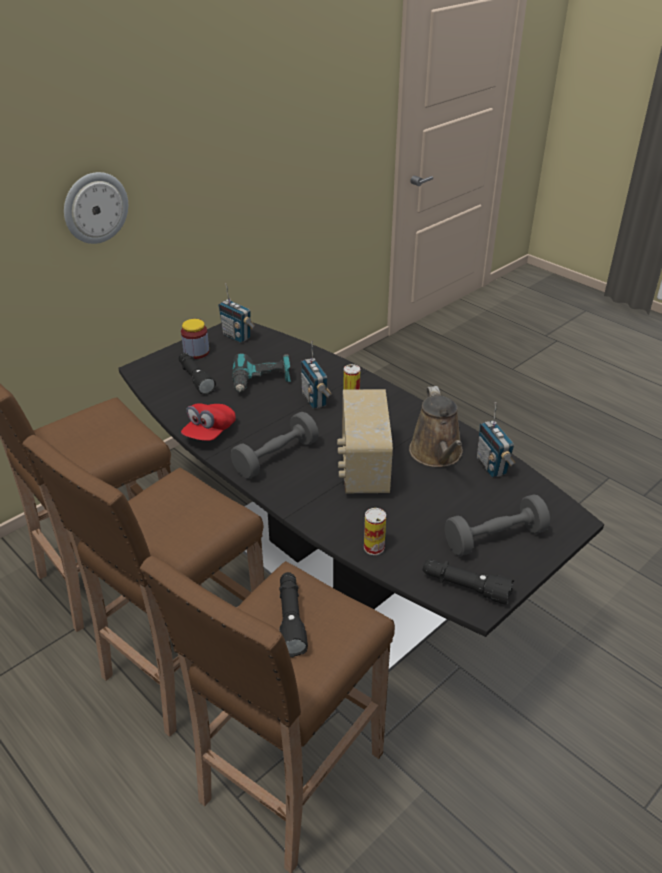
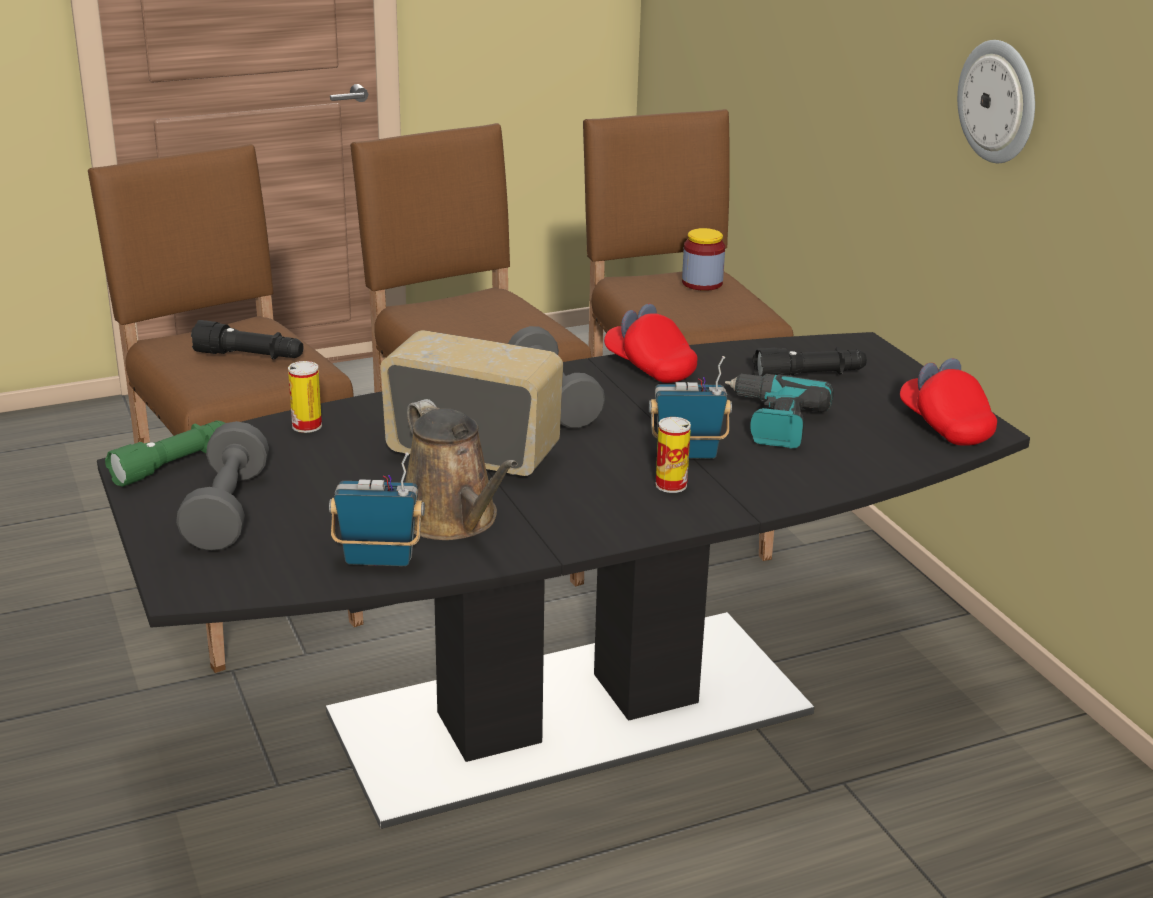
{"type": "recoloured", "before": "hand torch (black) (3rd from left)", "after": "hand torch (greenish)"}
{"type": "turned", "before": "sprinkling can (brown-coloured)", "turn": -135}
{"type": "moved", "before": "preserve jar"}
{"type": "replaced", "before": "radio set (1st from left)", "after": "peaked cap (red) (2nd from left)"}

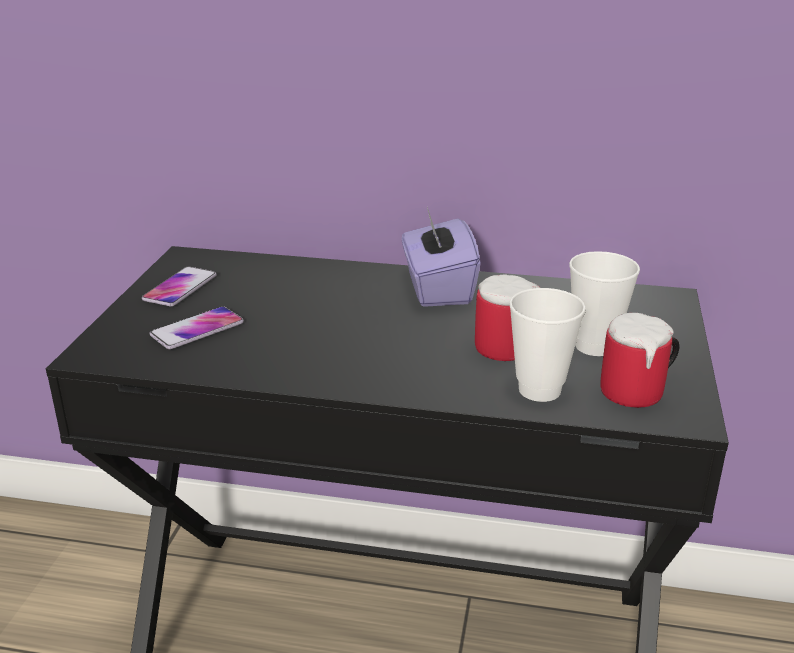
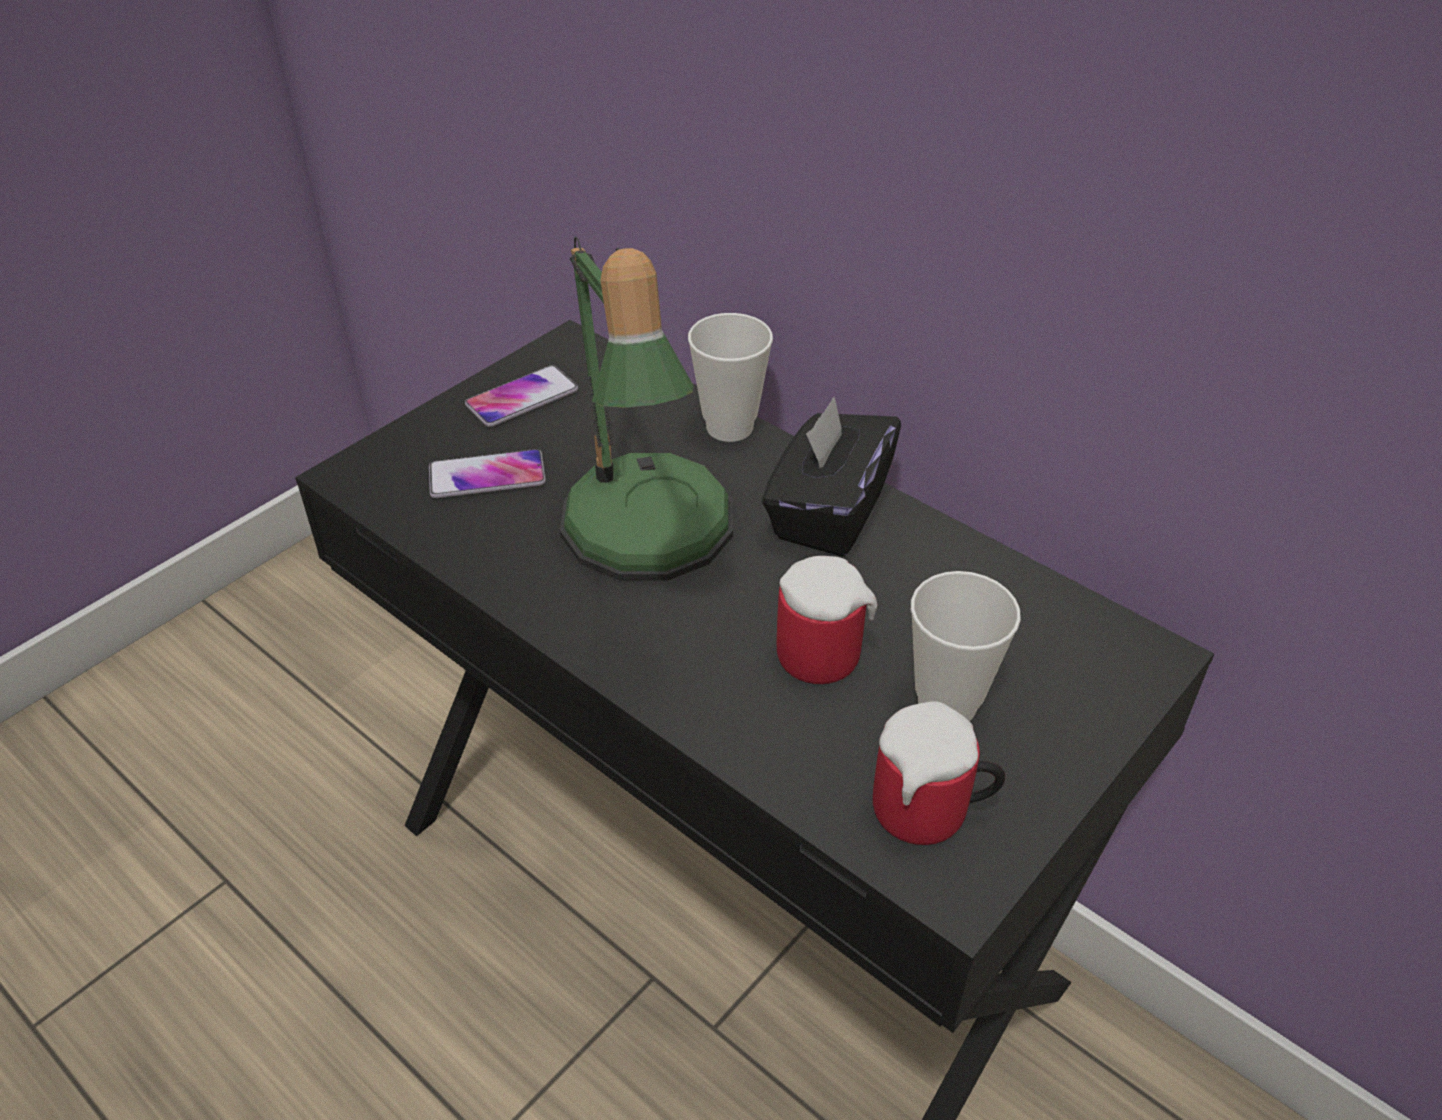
{"type": "added", "after": "tabletop lamp"}
{"type": "moved", "before": "small cup (1st from left)"}
{"type": "recoloured", "before": "tissue holder (purplish)", "after": "tissue holder (black)"}

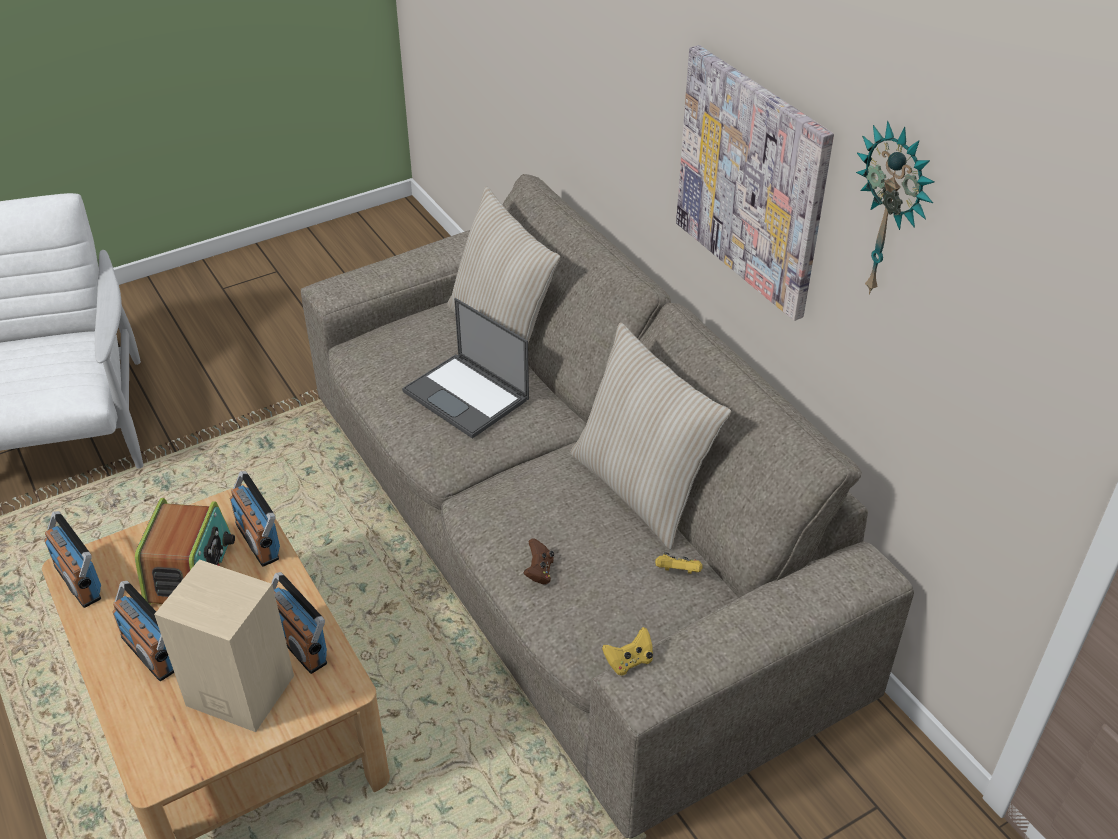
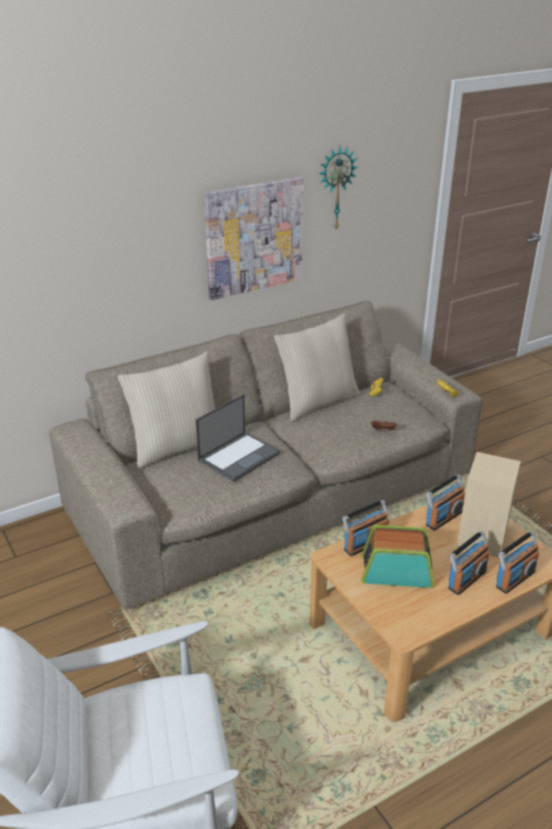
{"type": "moved", "before": "radio set (1st from left in the first image)", "after": "radio set (5th from left)"}

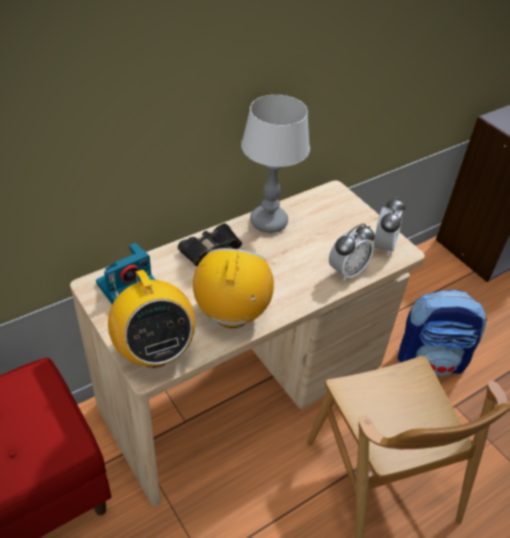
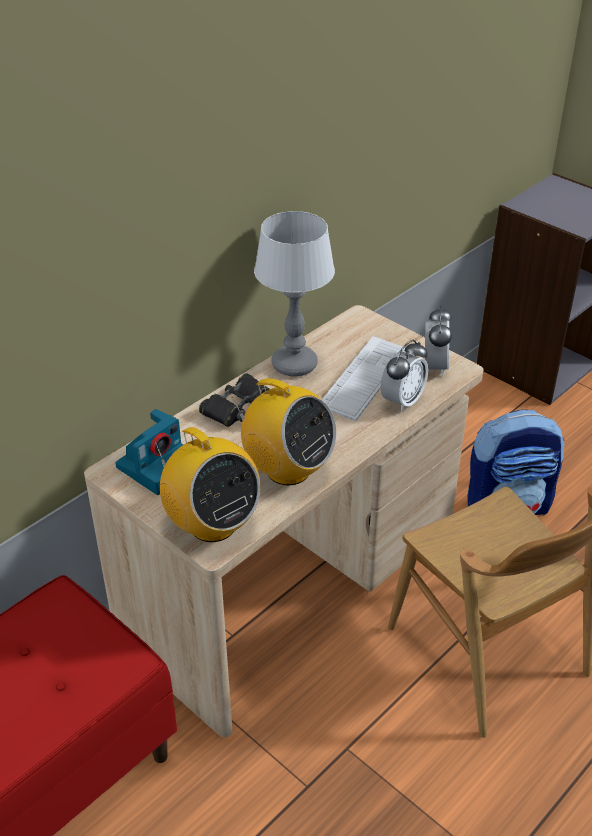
{"type": "turned", "before": "radio set (2nd from left)", "turn": 135}
{"type": "added", "after": "PC keyboard"}

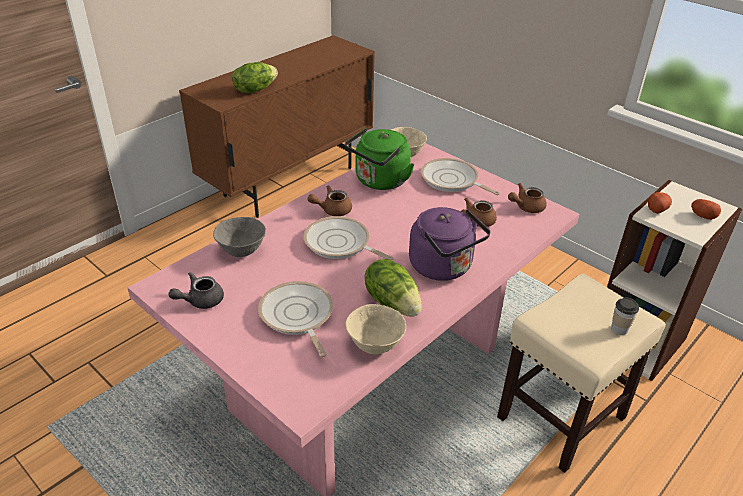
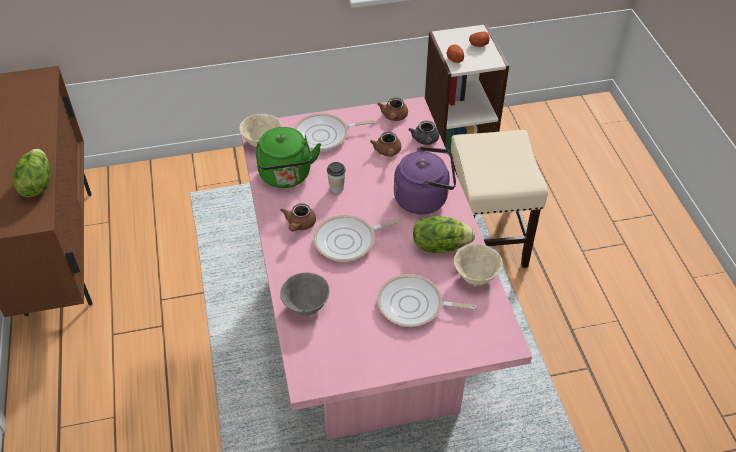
{"type": "moved", "before": "small cup"}
{"type": "moved", "before": "teapot (gray)"}

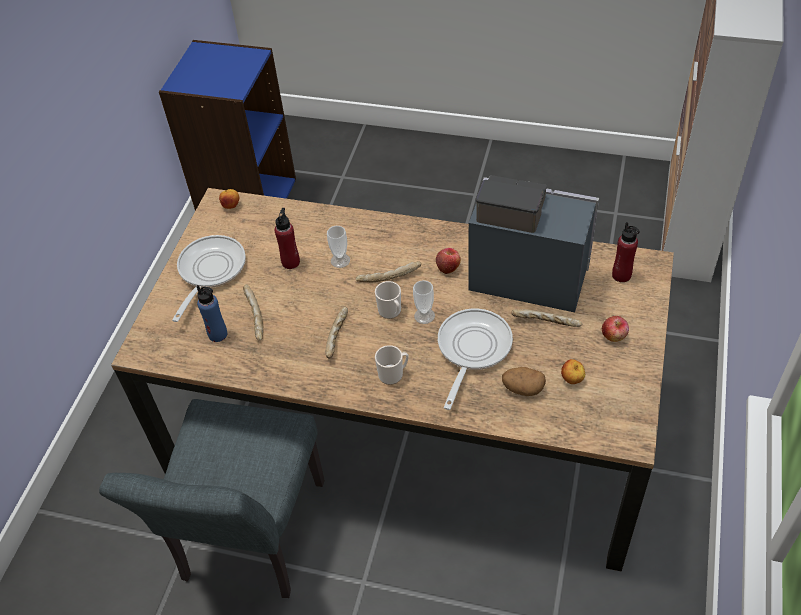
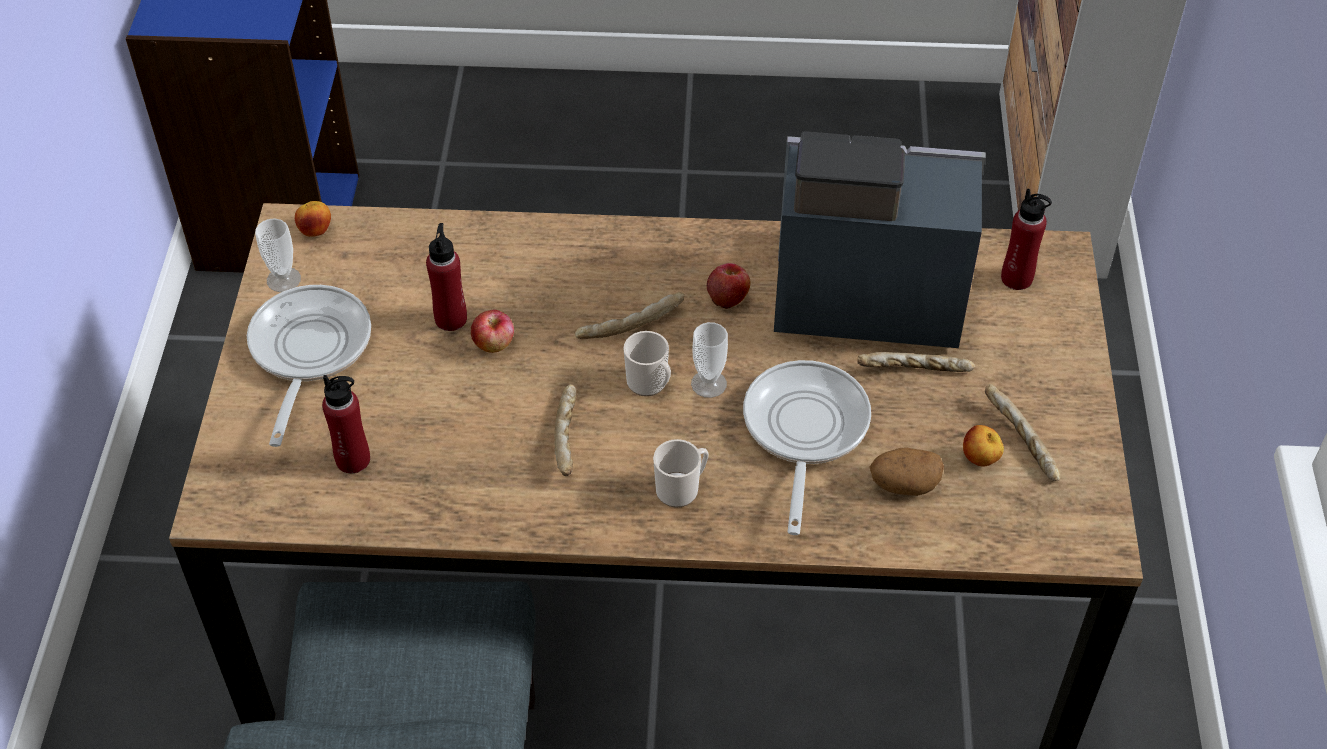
{"type": "moved", "before": "small cup (1st from left)"}
{"type": "recoloured", "before": "beverage bottle (bluish)", "after": "beverage bottle (red) (1st from left)"}
{"type": "moved", "before": "apple (4th from left in the first image)", "after": "apple (2nd from left)"}
{"type": "moved", "before": "bread (1st from left in the first image)", "after": "bread (4th from left)"}

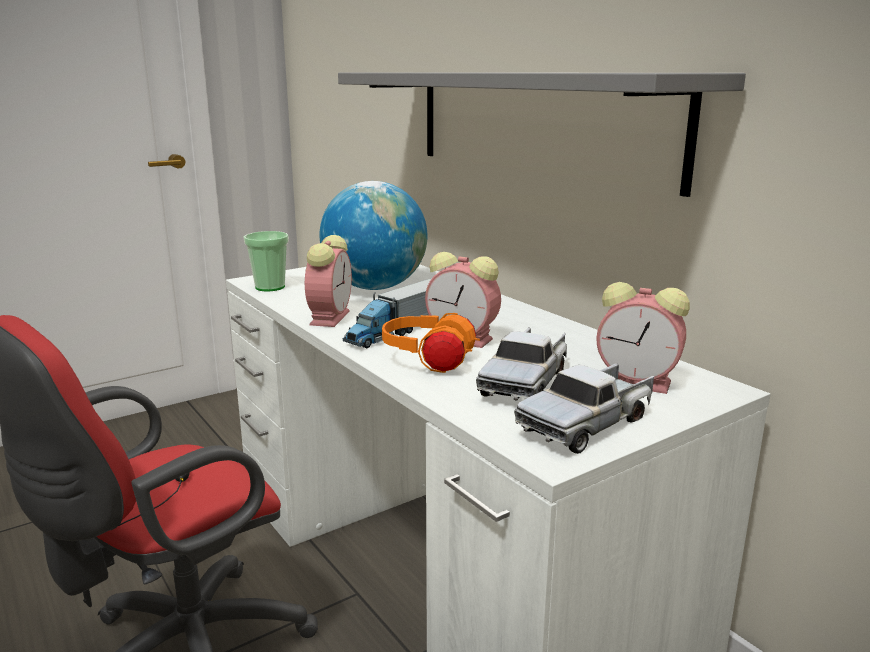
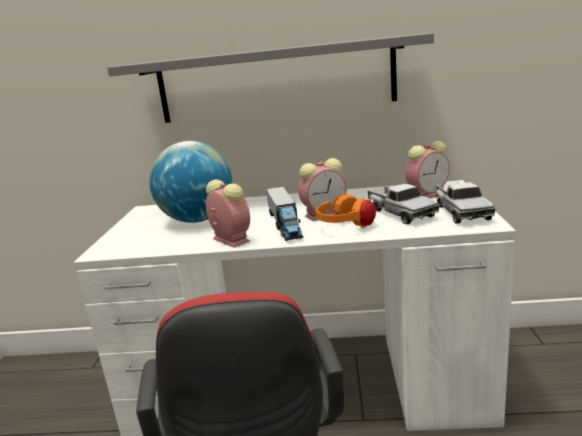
{"type": "removed", "before": "small cup"}

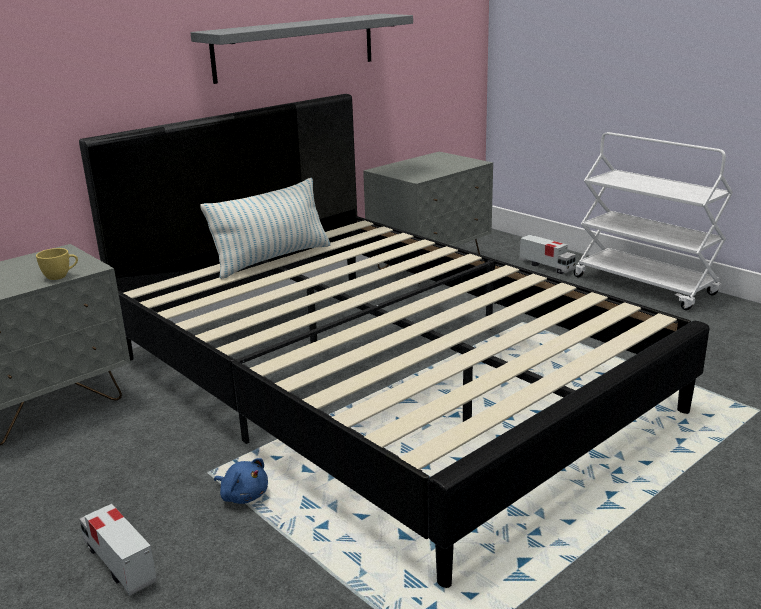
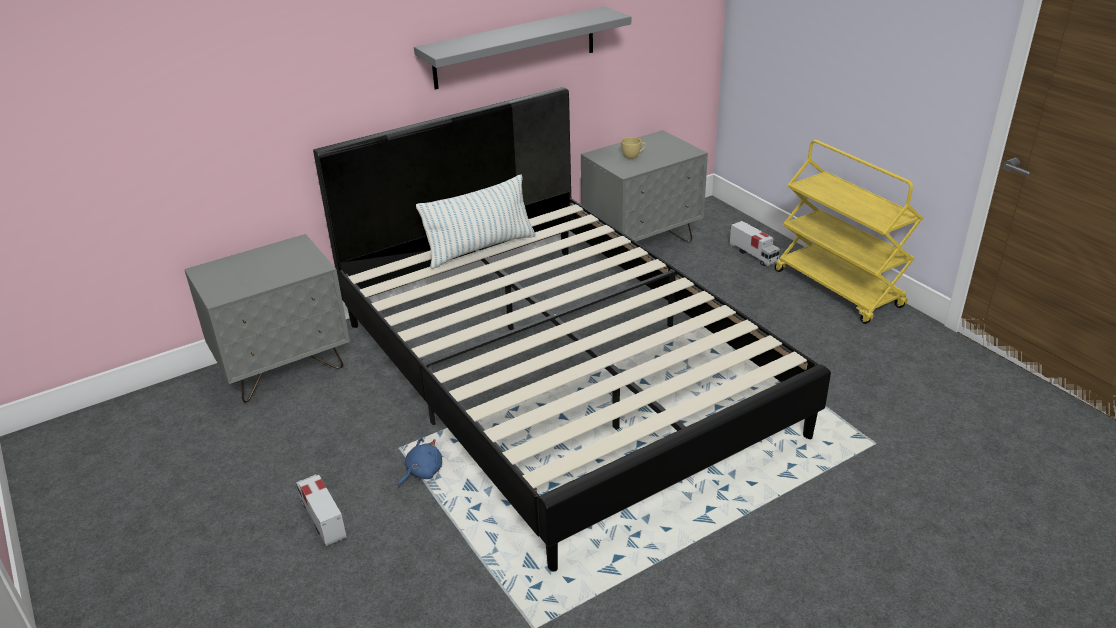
{"type": "turned", "before": "soft toy (bluish)", "turn": -90}
{"type": "moved", "before": "small cup (yellow-coloured)"}
{"type": "recoloured", "before": "cart (white-coloured)", "after": "cart (yellow-coloured)"}

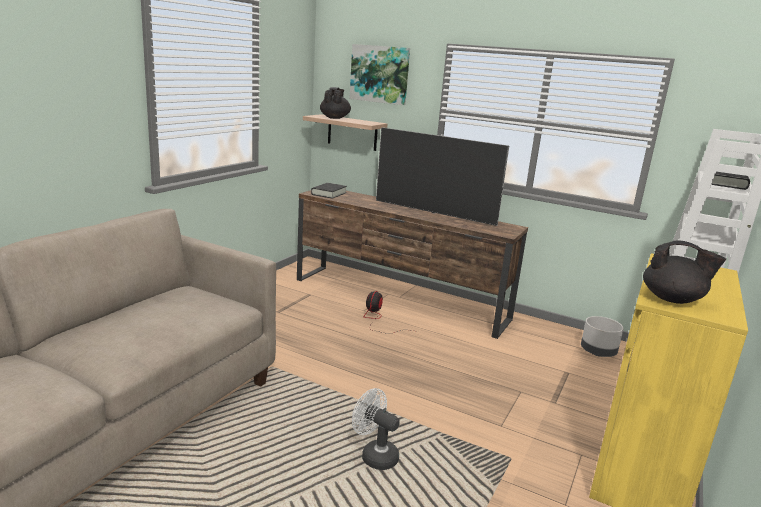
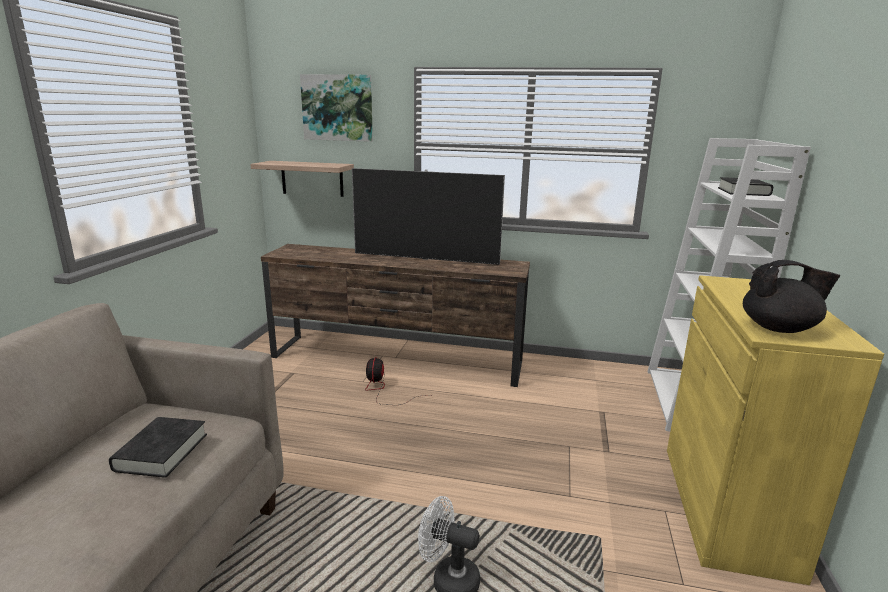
{"type": "moved", "before": "volume (black) (1st from left)"}
{"type": "removed", "before": "teapot (black) (1st from left)"}
{"type": "removed", "before": "planter (gray)"}

